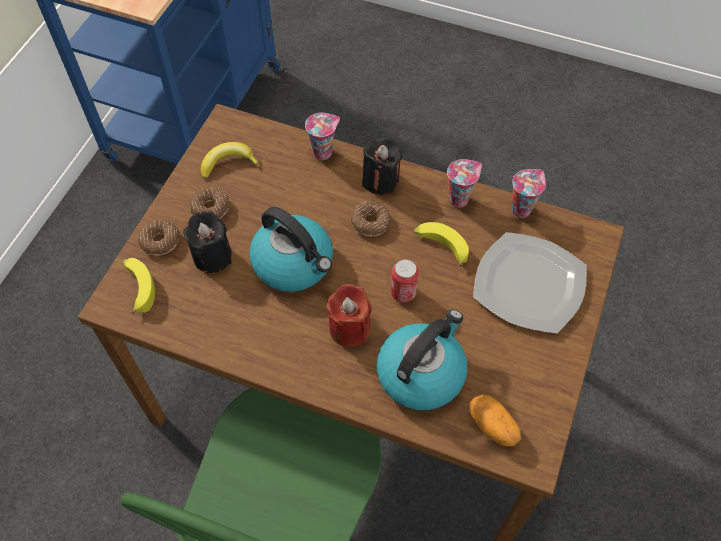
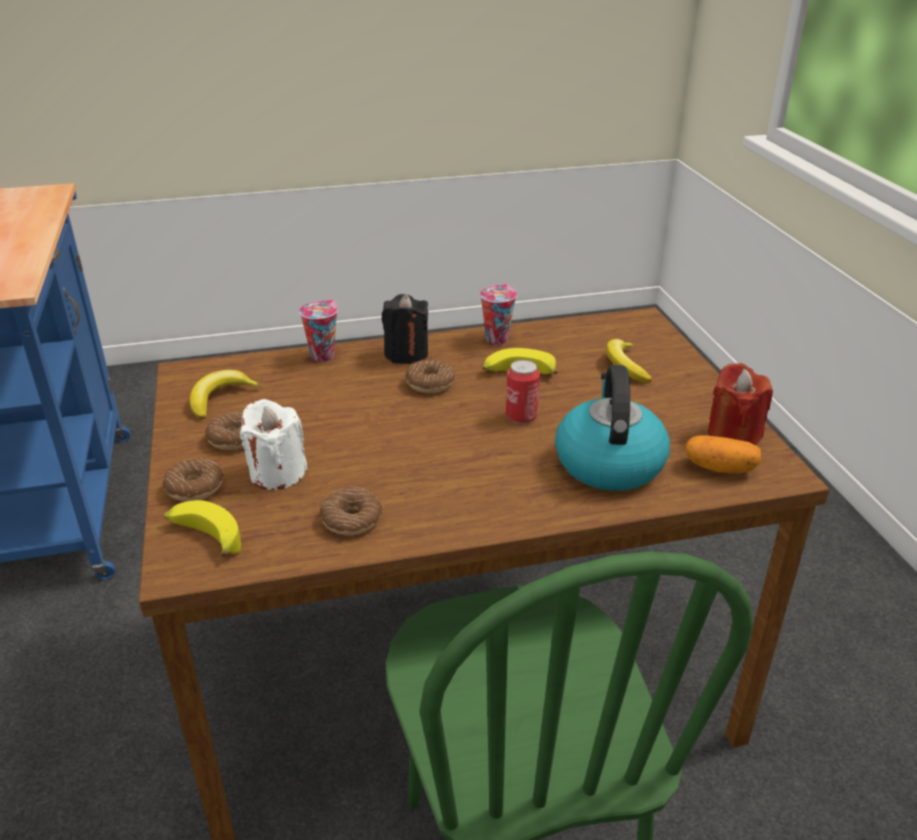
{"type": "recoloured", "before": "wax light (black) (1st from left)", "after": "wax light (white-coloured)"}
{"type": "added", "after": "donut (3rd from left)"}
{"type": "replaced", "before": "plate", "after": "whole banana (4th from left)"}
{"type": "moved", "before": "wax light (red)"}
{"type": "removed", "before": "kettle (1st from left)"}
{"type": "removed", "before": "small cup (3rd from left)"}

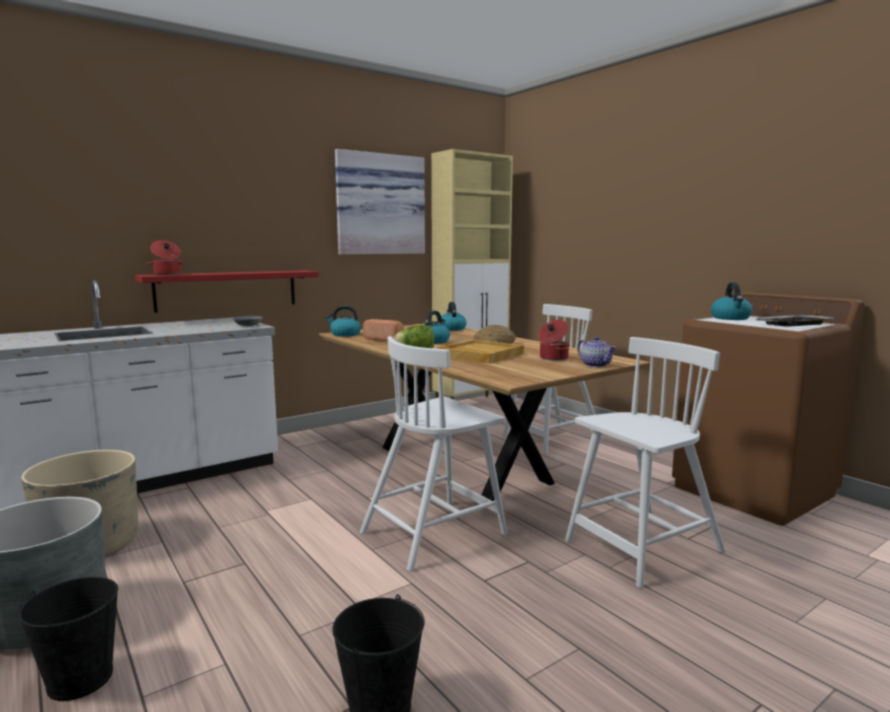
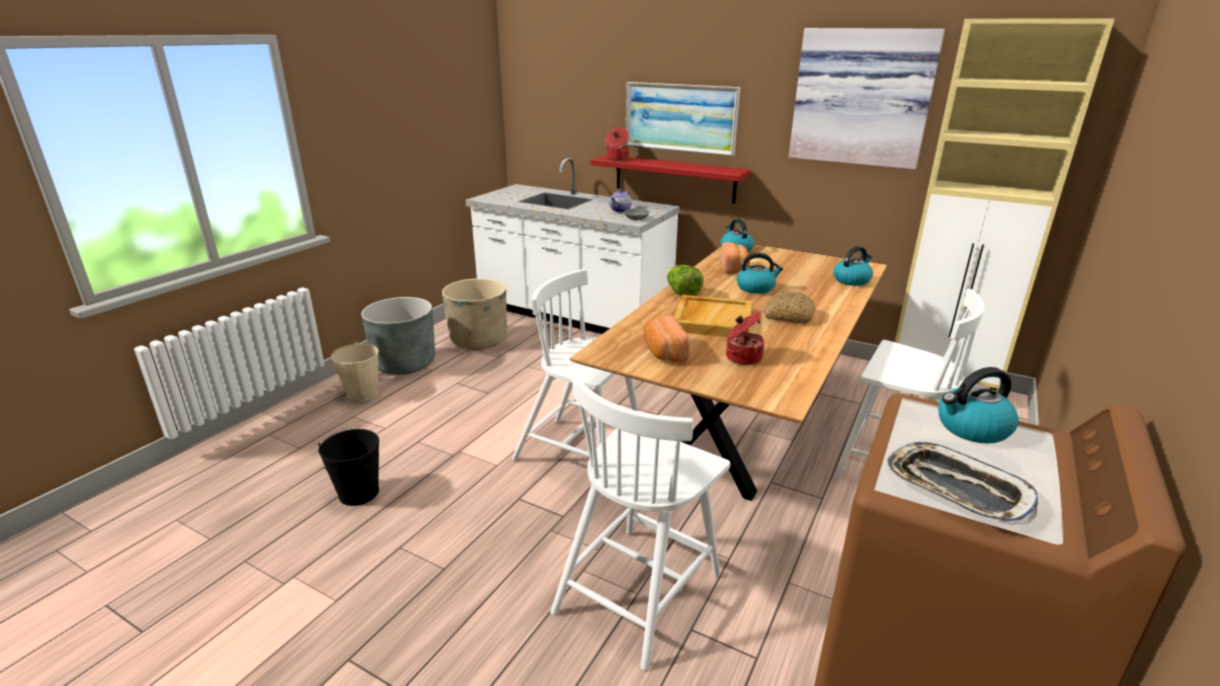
{"type": "recoloured", "before": "pail (black) (1st from left)", "after": "pail (beige-coloured)"}
{"type": "turned", "before": "plain chair (white-coloured) (3rd from left in the first image)", "turn": 90}
{"type": "moved", "before": "teapot"}
{"type": "added", "after": "wall picture (1st from left)"}
{"type": "added", "after": "bread (1st from left)"}

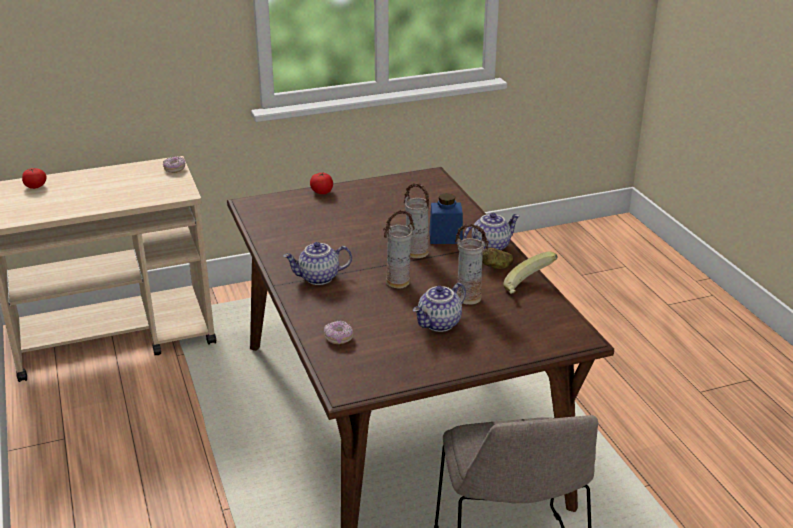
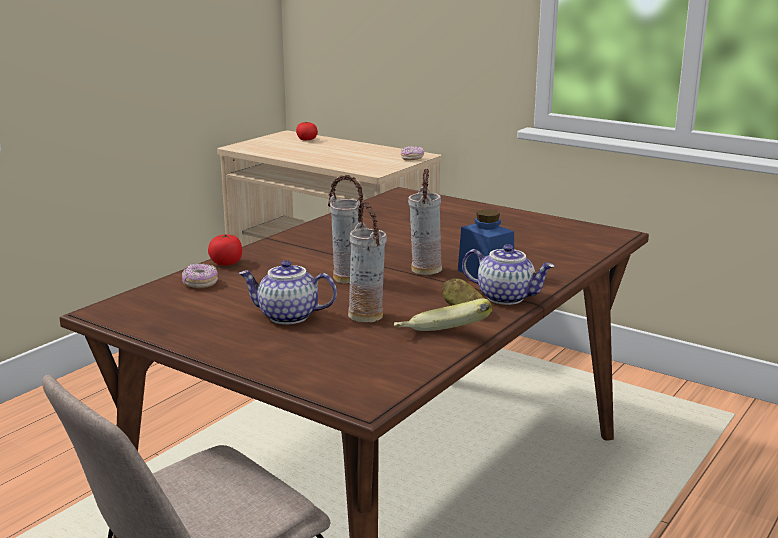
{"type": "moved", "before": "whole tomato (2nd from left in the first image)", "after": "whole tomato (1st from left)"}
{"type": "removed", "before": "teapot (1st from left)"}

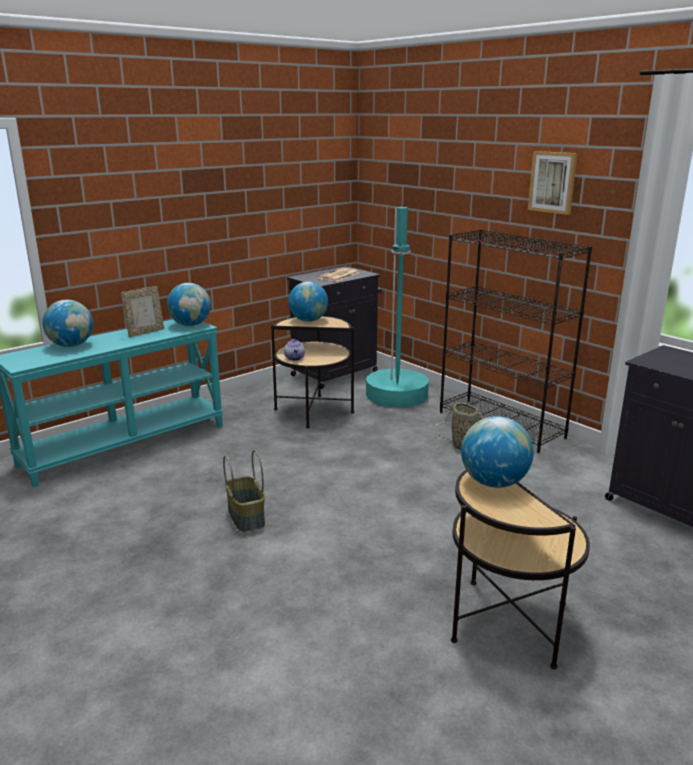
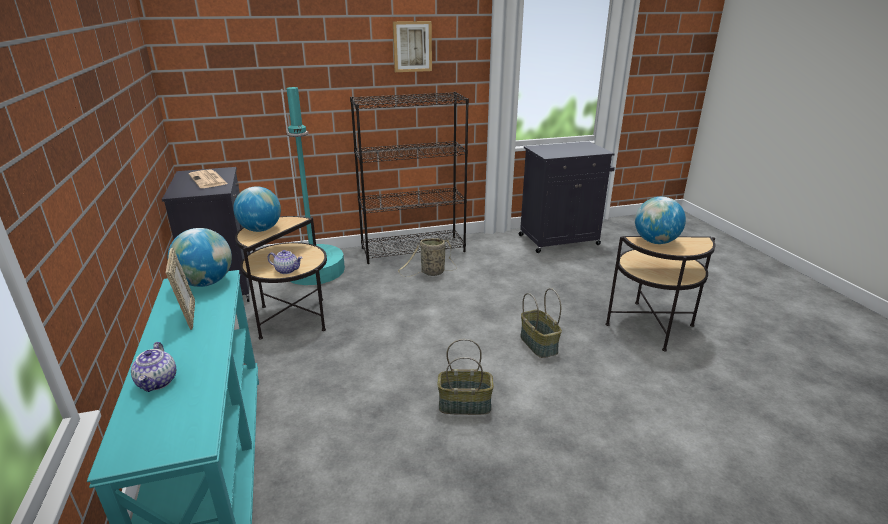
{"type": "replaced", "before": "desk globe (1st from left)", "after": "teapot (1st from left)"}
{"type": "added", "after": "basket (3rd from left)"}

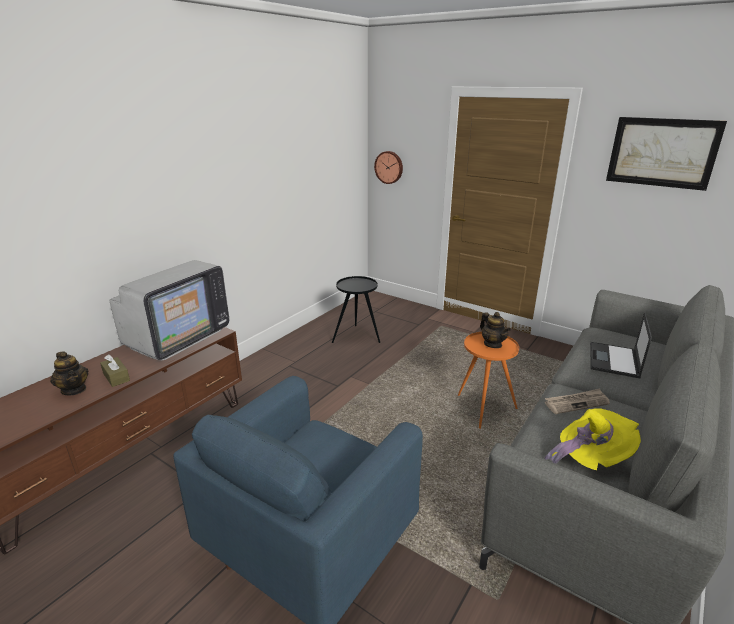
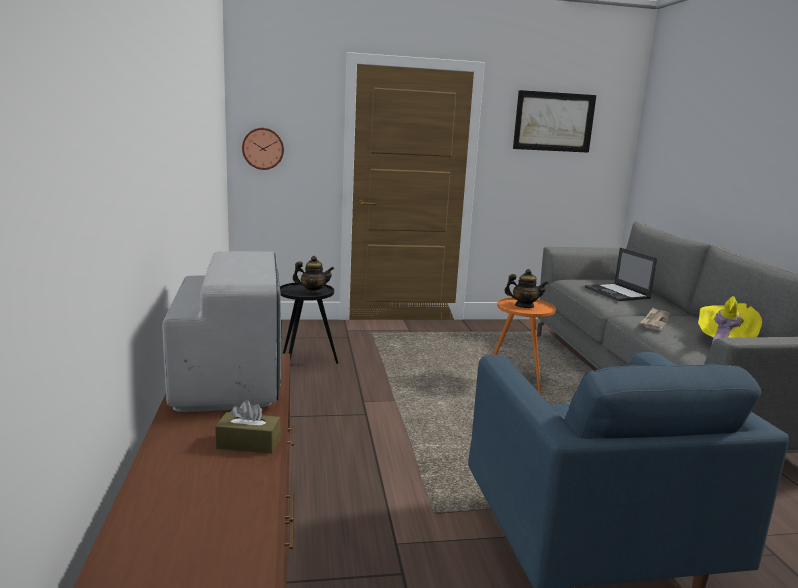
{"type": "moved", "before": "teapot (1st from left)"}

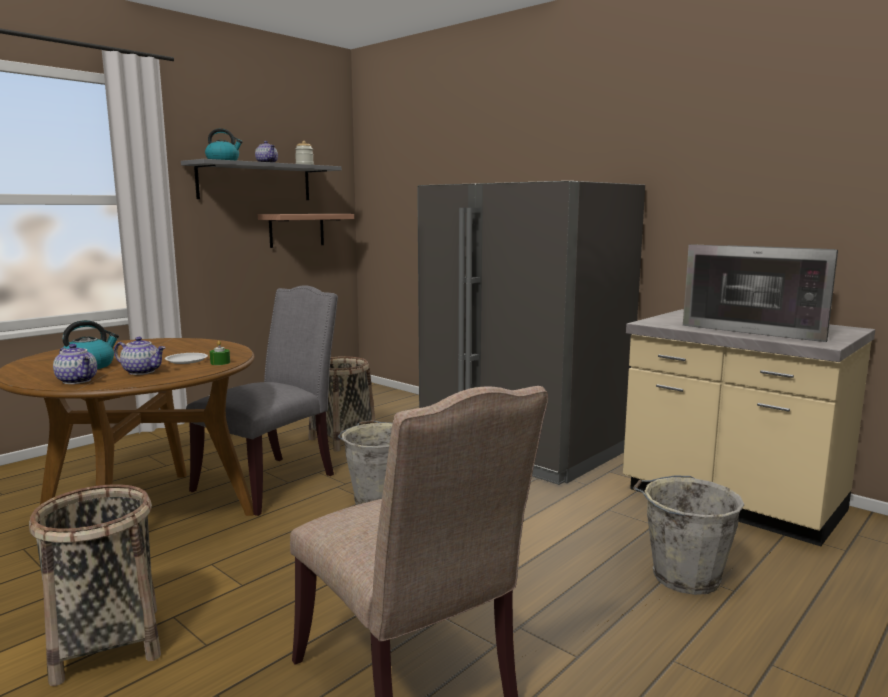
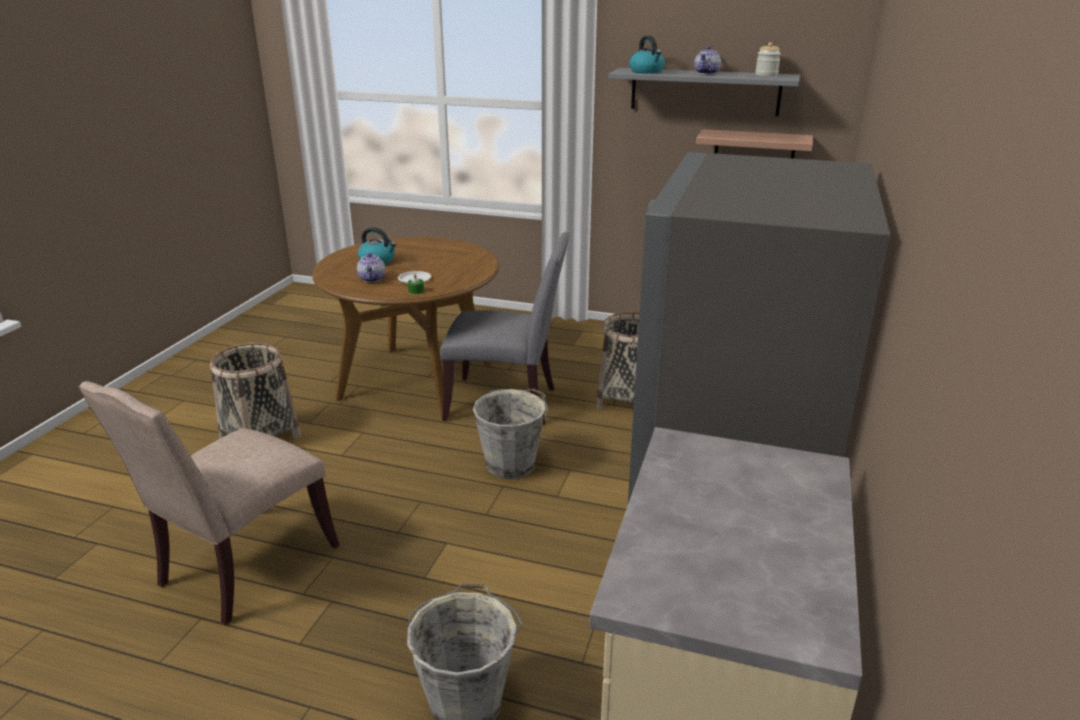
{"type": "removed", "before": "teapot (1st from left)"}
{"type": "removed", "before": "kitchen microwave"}

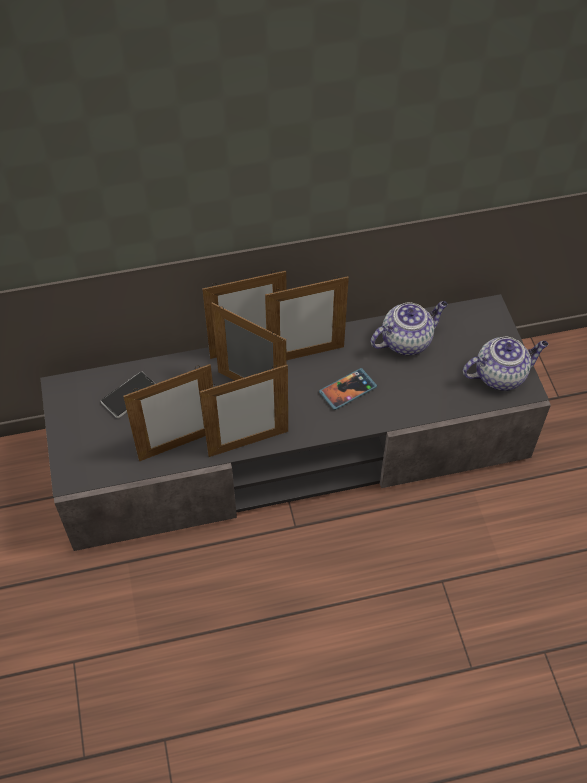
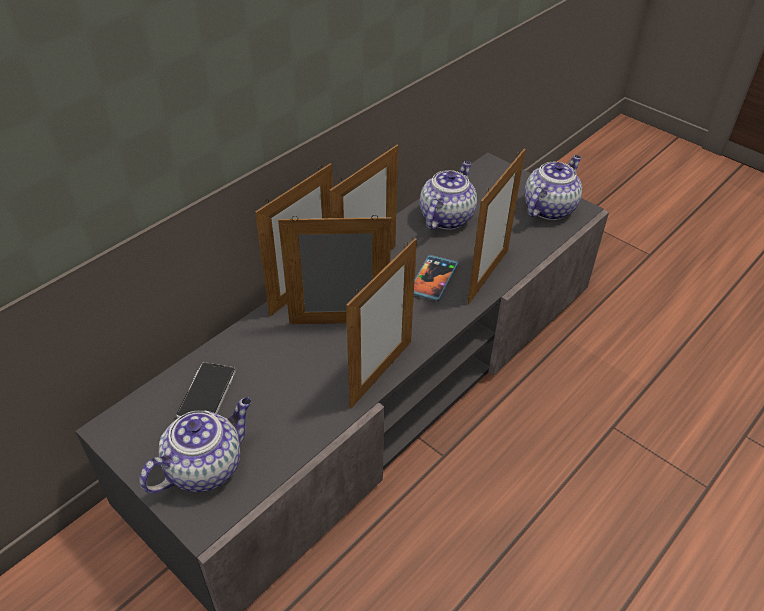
{"type": "added", "after": "teapot (1st from left)"}
{"type": "moved", "before": "photo frame (1st from left in the first image)", "after": "photo frame (5th from left)"}

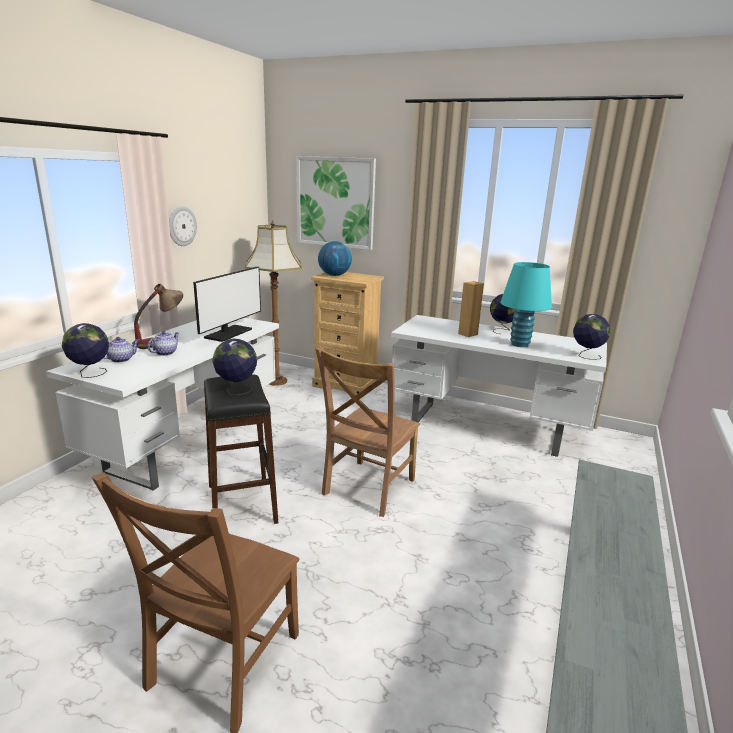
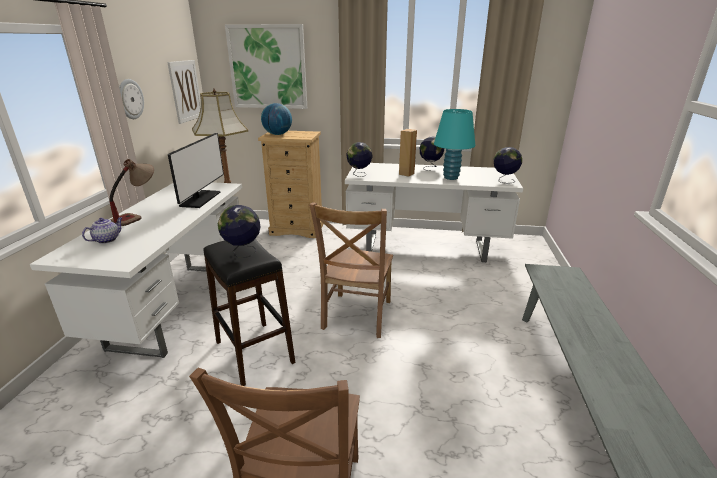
{"type": "added", "after": "wall picture (1st from left)"}
{"type": "moved", "before": "desk globe (1st from left in the first image)", "after": "desk globe (3rd from left)"}
{"type": "removed", "before": "teapot (2nd from left)"}

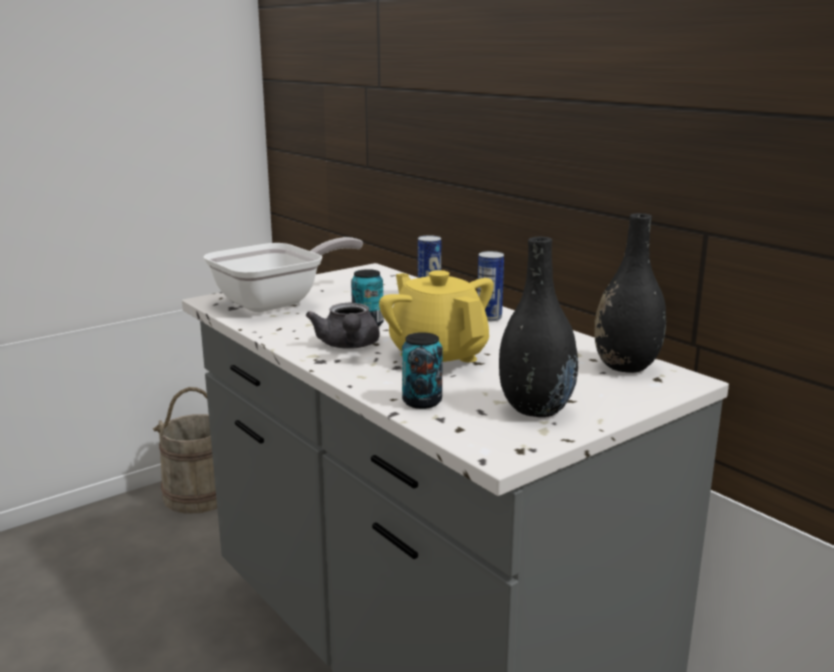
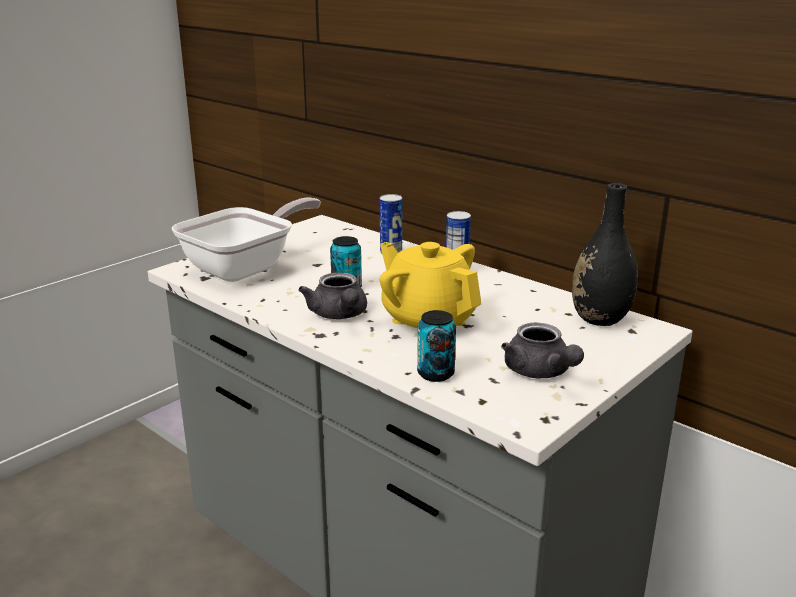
{"type": "replaced", "before": "flower vase (black) (1st from left)", "after": "teapot (gray) (2nd from left)"}
{"type": "removed", "before": "pail (beige-coloured)"}

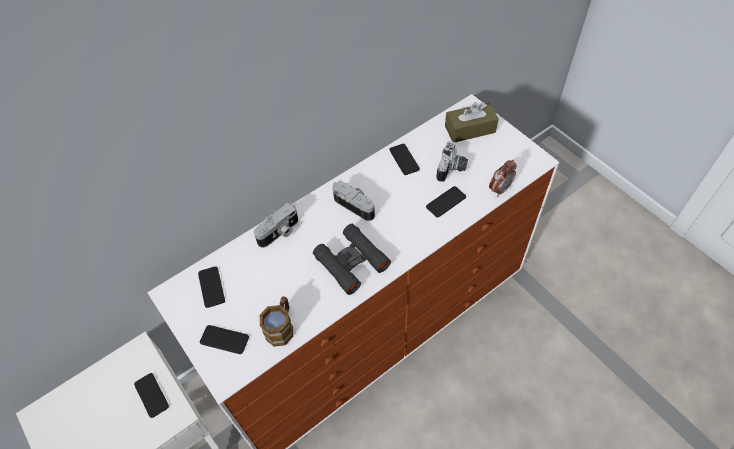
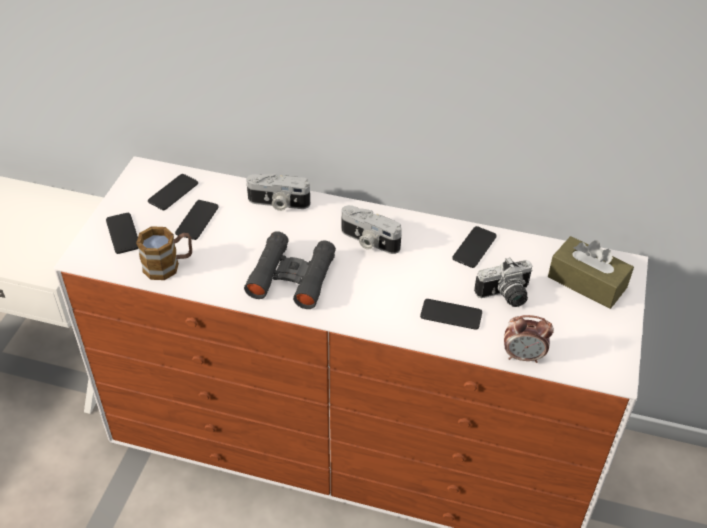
{"type": "moved", "before": "handset (1st from left in the first image)", "after": "handset (3rd from left)"}
{"type": "turned", "before": "photo camera (2nd from left)", "turn": 120}

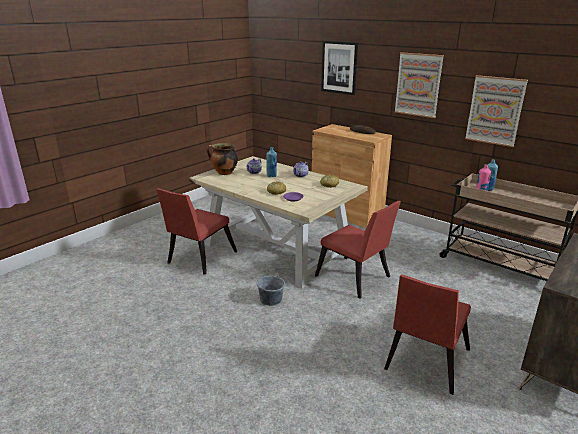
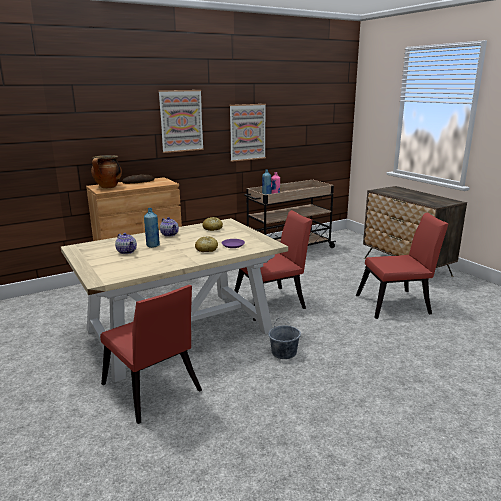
{"type": "moved", "before": "saucepot"}
{"type": "turned", "before": "plain chair (red) (3rd from left)", "turn": -60}
{"type": "removed", "before": "wall picture (1st from left)"}

